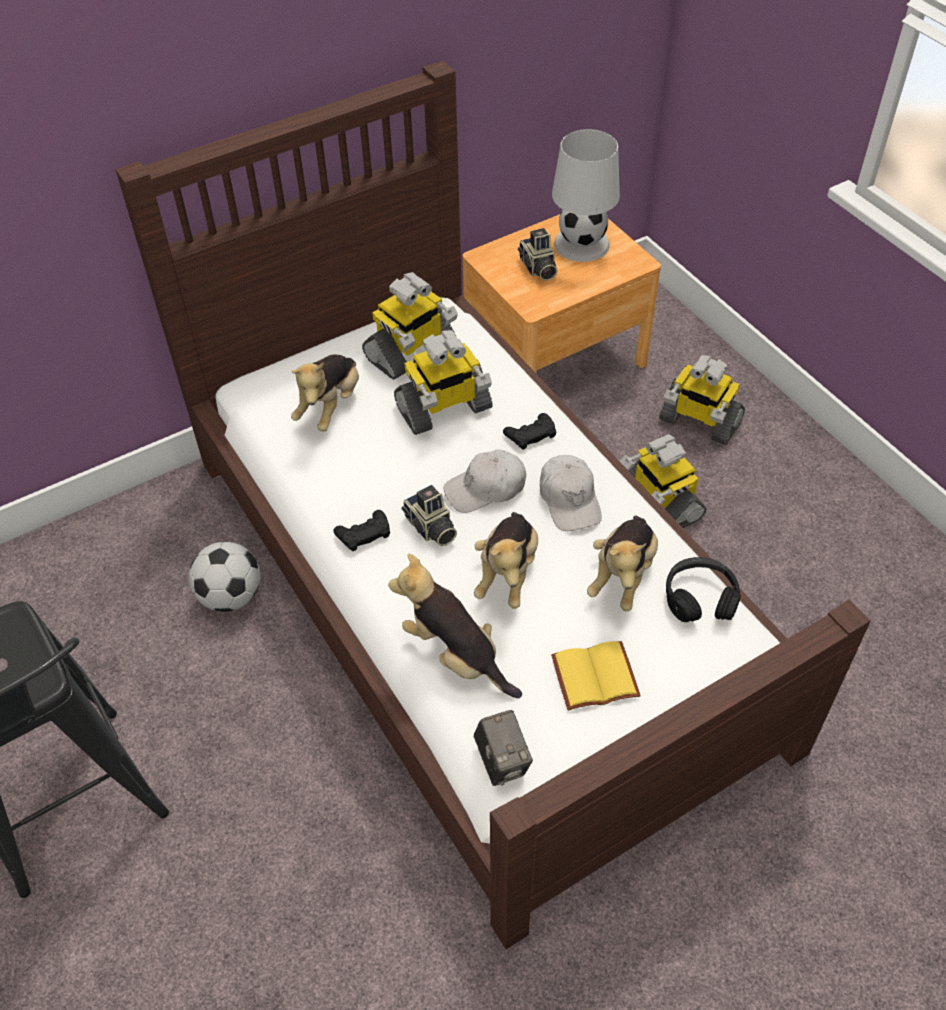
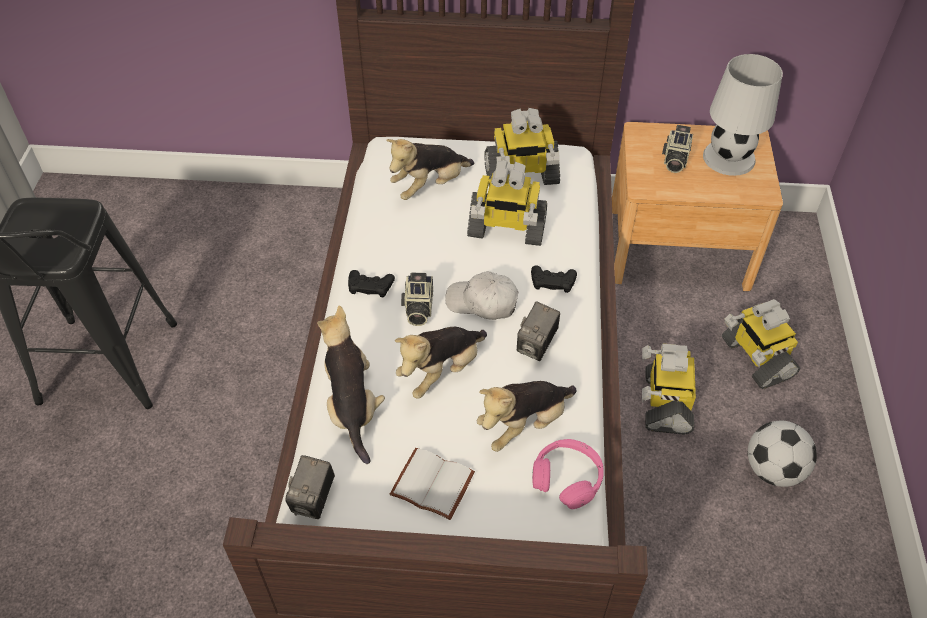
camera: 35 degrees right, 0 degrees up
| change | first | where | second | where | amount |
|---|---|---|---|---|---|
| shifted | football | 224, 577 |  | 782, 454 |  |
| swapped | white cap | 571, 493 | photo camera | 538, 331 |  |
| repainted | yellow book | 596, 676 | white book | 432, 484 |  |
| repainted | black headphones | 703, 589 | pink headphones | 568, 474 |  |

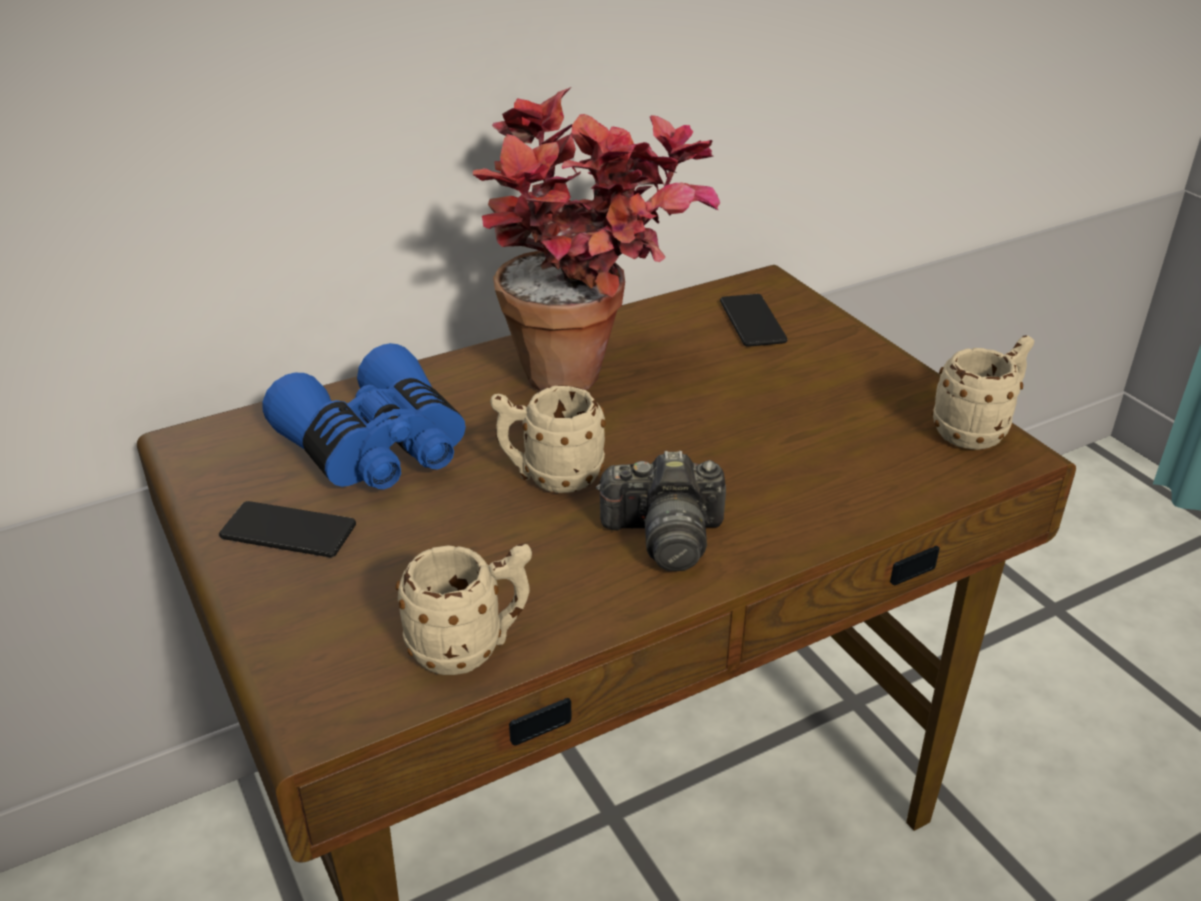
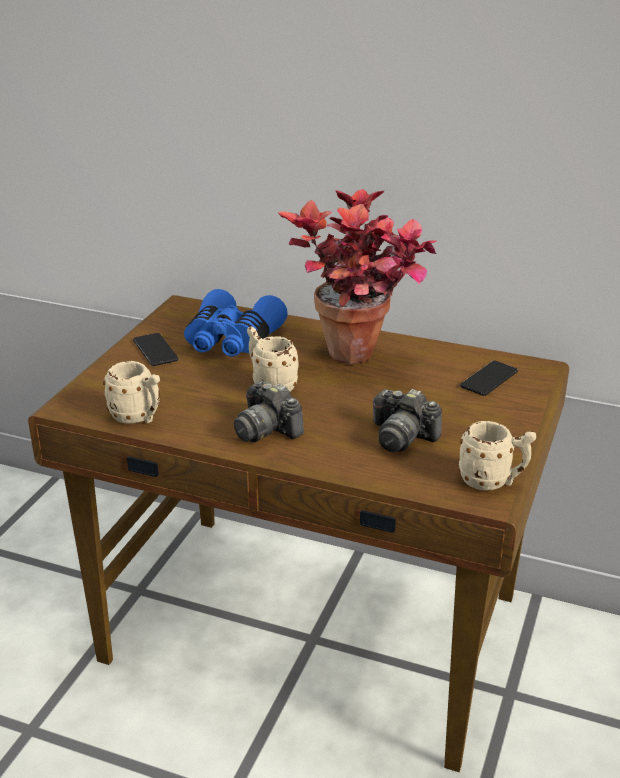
camera: 50 degrees right, 5 degrees down
| change | first | where | second | where | amount |
|---|---|---|---|---|---|
| new |  |  | photo camera | 407, 420 |  |

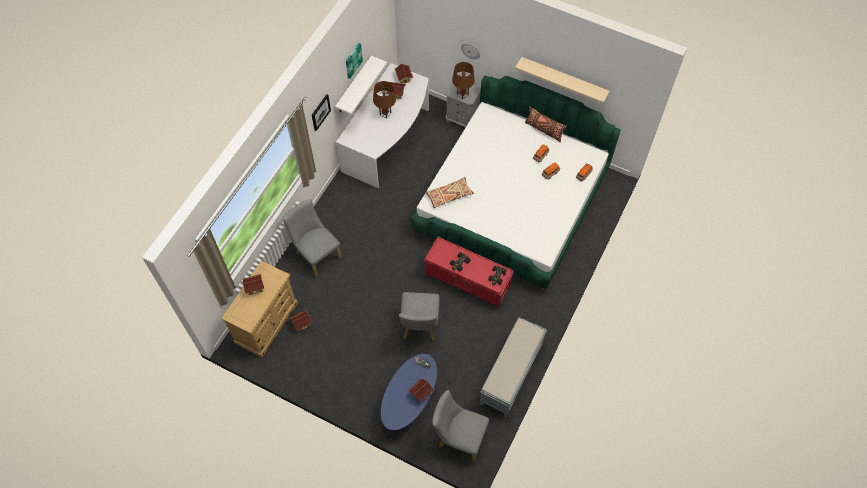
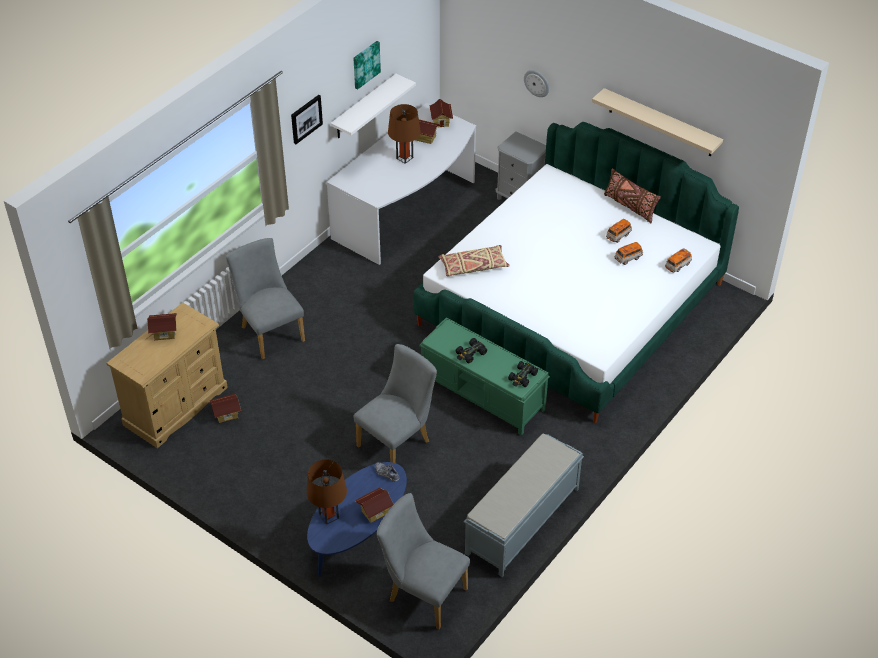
camera: 10 degrees right, 15 degrees down
| change | first | where | second | where | amount |
|---|---|---|---|---|---|
| shifted | brown table lamp | 463, 80 |  | 326, 492 |  |
| repainted | red bench | 469, 273 | green bench | 484, 376 |  |
| rotated | grey chair | 419, 316 |  | 395, 403 | 150 degrees counterclockwise |

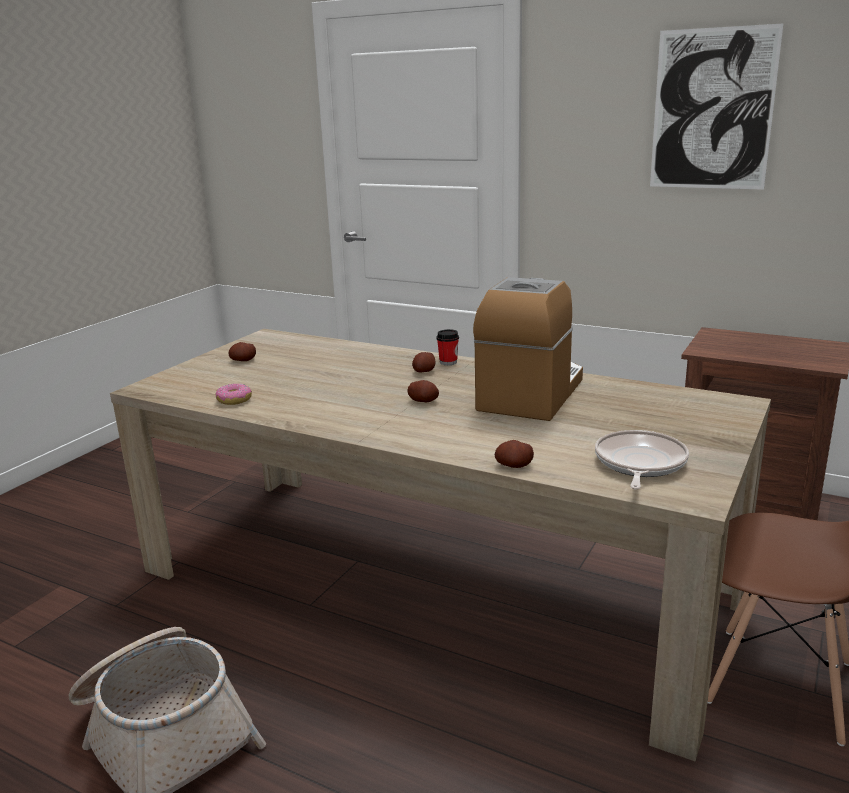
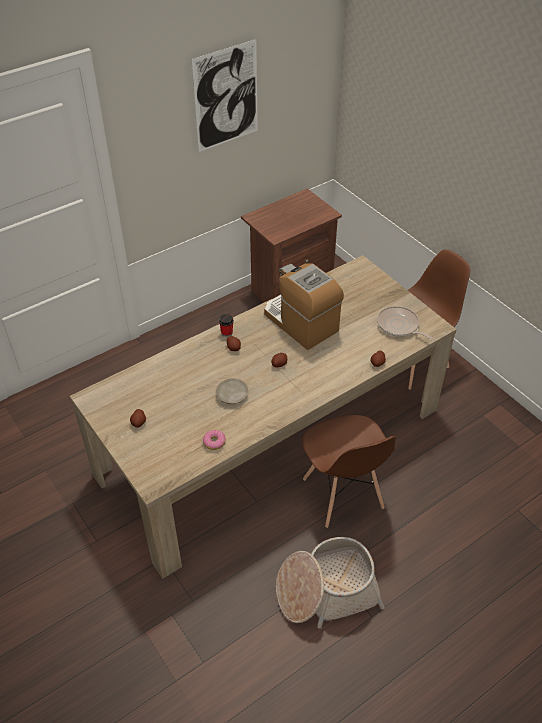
camera: 65 degrees left, 25 degrees up
| change | first | where | second | where | amount |
|---|---|---|---|---|---|
| new |  |  | beige plate | 232, 391 |  |
| new |  |  | brown chair | 349, 471 |  |

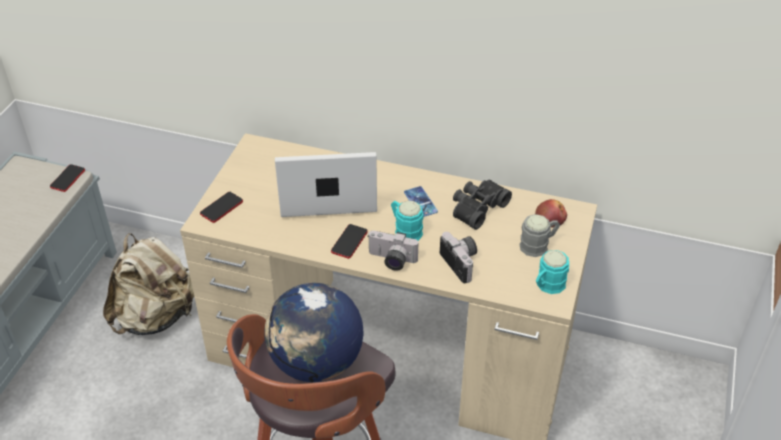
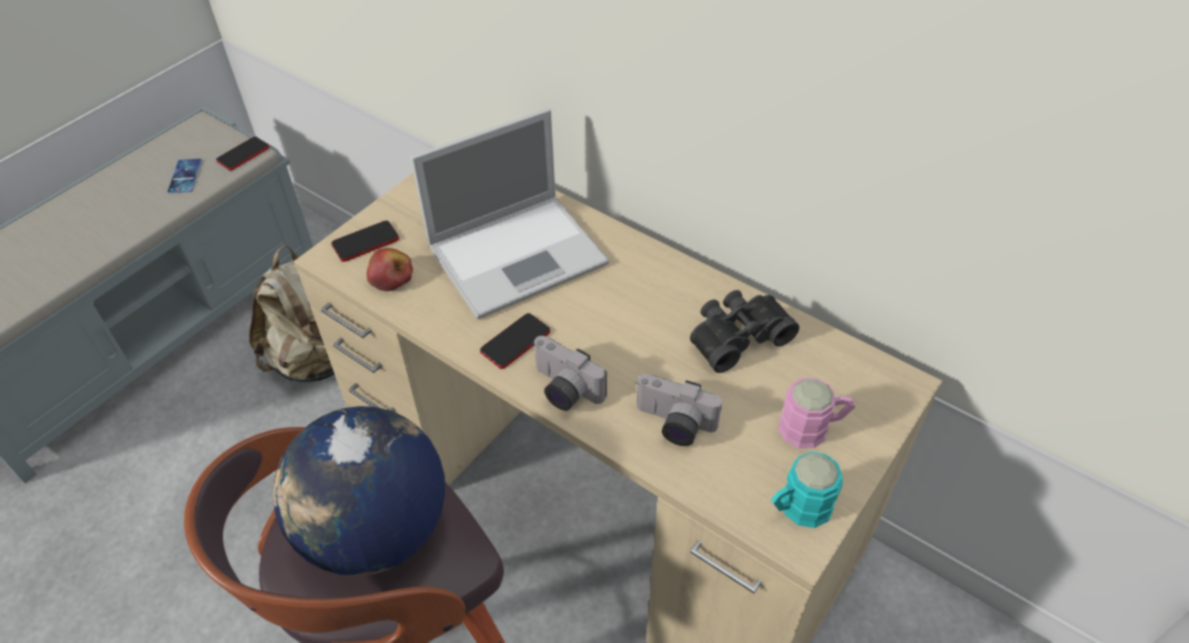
camera: 20 degrees right, 5 degrees up
| change | first | where | second | where | amount |
|---|---|---|---|---|---|
| gone | turquoise mug | 407, 221 |  |  |  |
| shifted | phone | 421, 201 |  | 184, 176 |  |
| shifted | apple | 551, 213 |  | 389, 269 |  |
| repainted | grey mug | 539, 235 | pink mug | 816, 412 |  |
| rotated | laptop | 326, 184 |  | 510, 213 | 135 degrees clockwise |
| rotated | photo camera | 458, 257 |  | 679, 410 | 120 degrees clockwise |

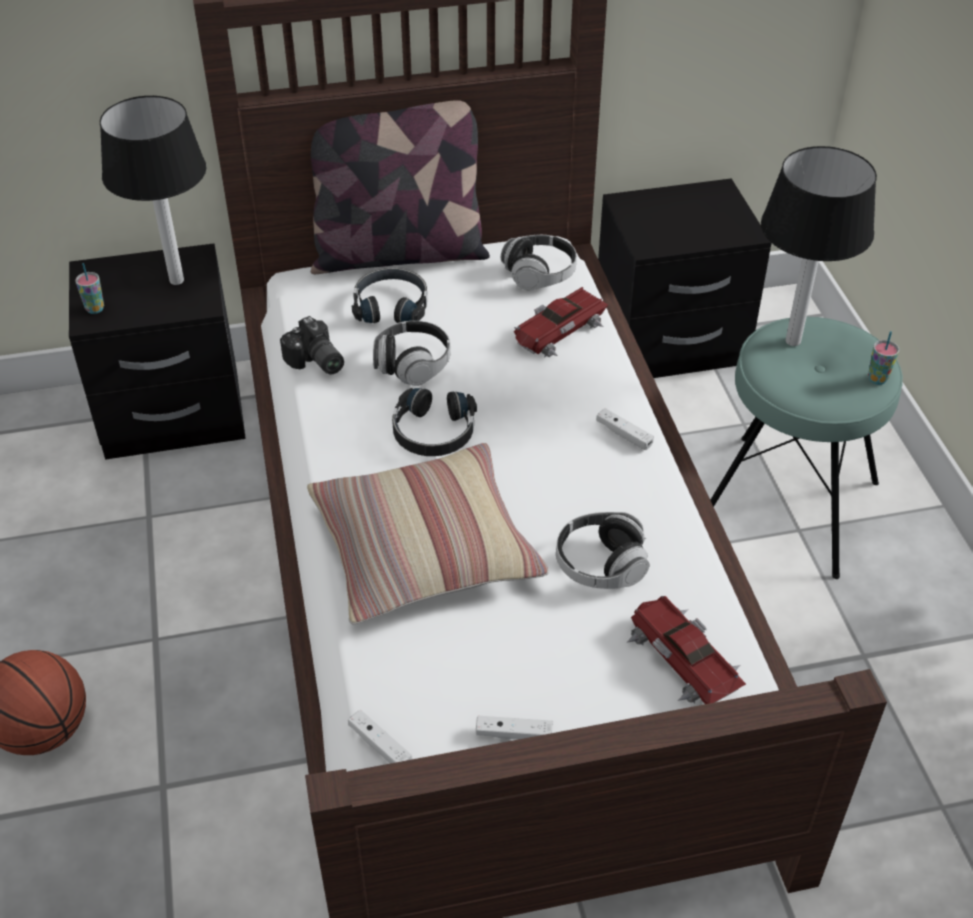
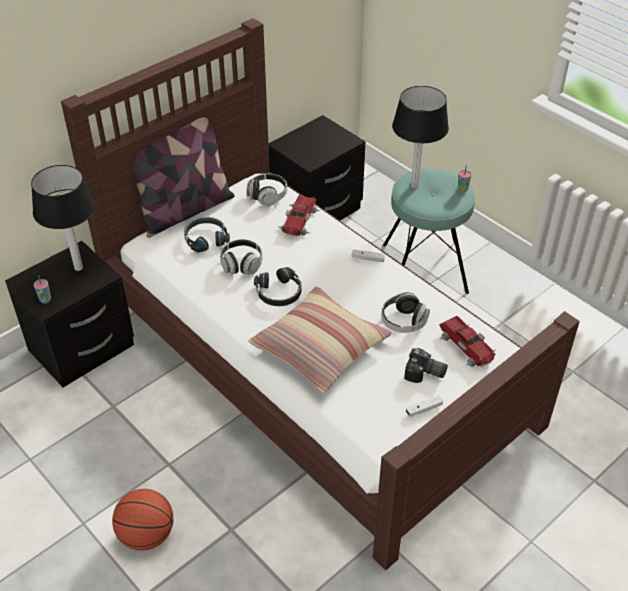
camera: 30 degrees left, 0 degrees up
| change | first | where | second | where | amount |
|---|---|---|---|---|---|
| gone | white game controller | 380, 736 |  |  |  |
| shifted | photo camera | 312, 345 |  | 426, 365 |  |
| rotated | toy car | 686, 650 |  | 467, 341 | 150 degrees counterclockwise |

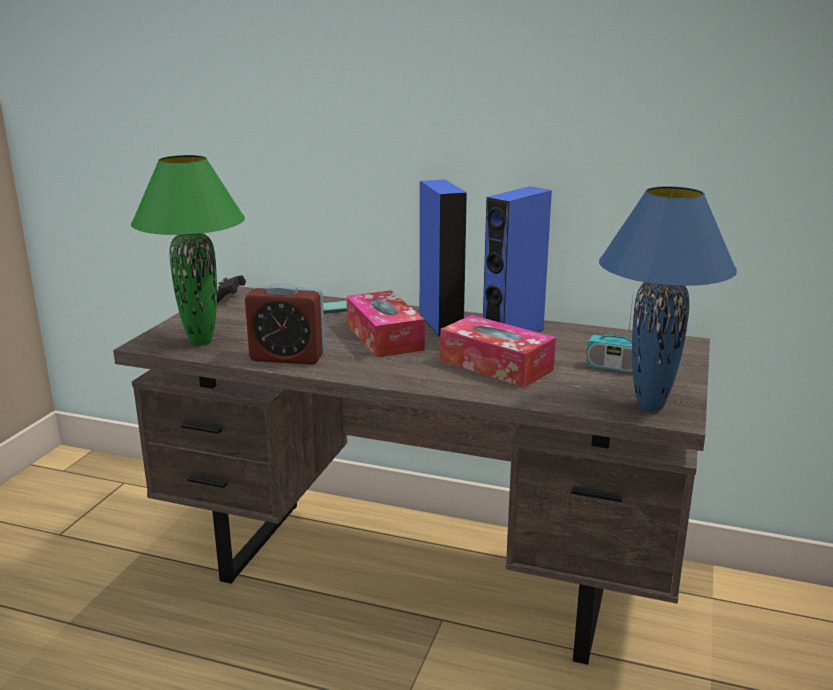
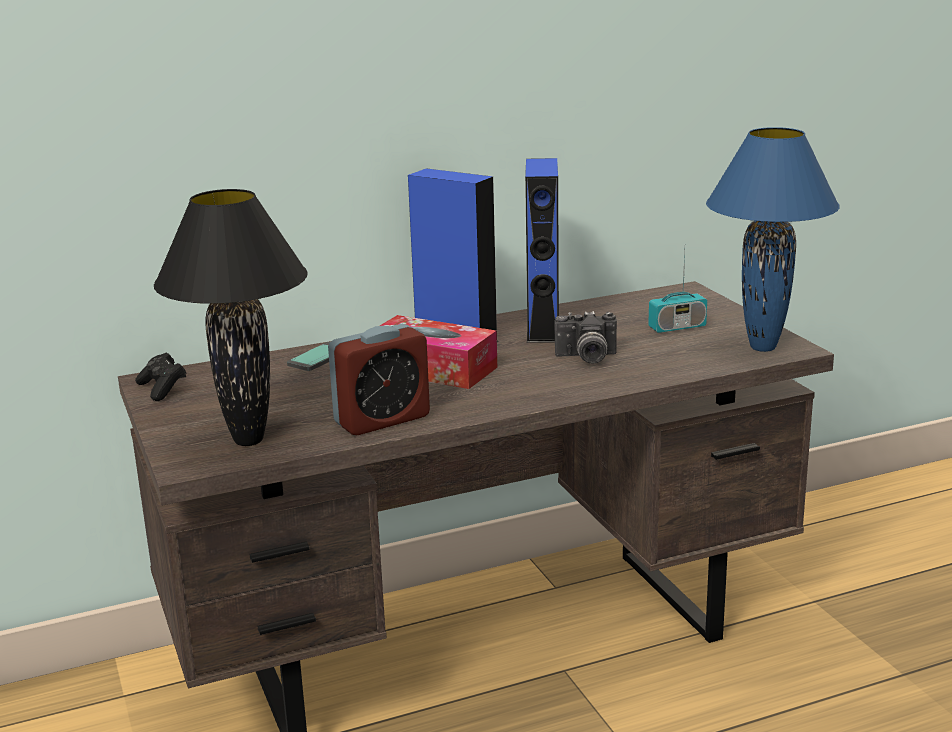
camera: 40 degrees left, 0 degrees up
| change | first | where | second | where | amount |
|---|---|---|---|---|---|
| swapped | tissue box | 498, 351 | photo camera | 585, 337 |  |
| repainted | green table lamp | 188, 250 | black table lamp | 231, 317 |  |

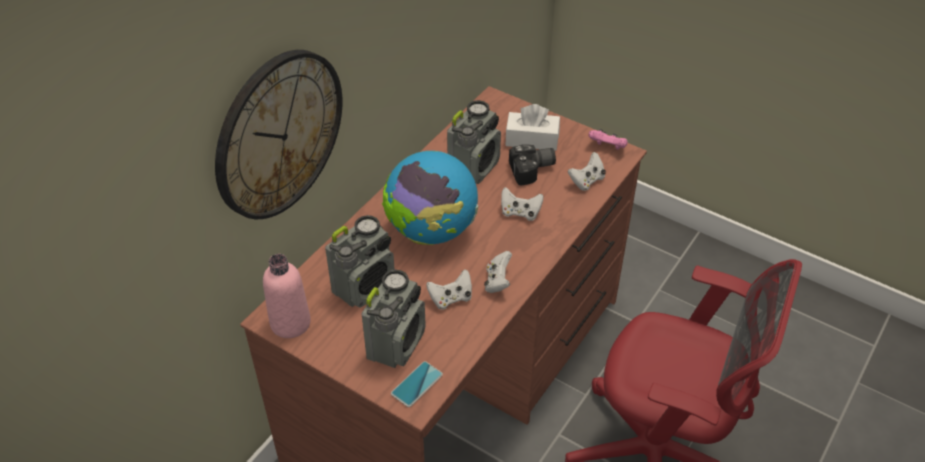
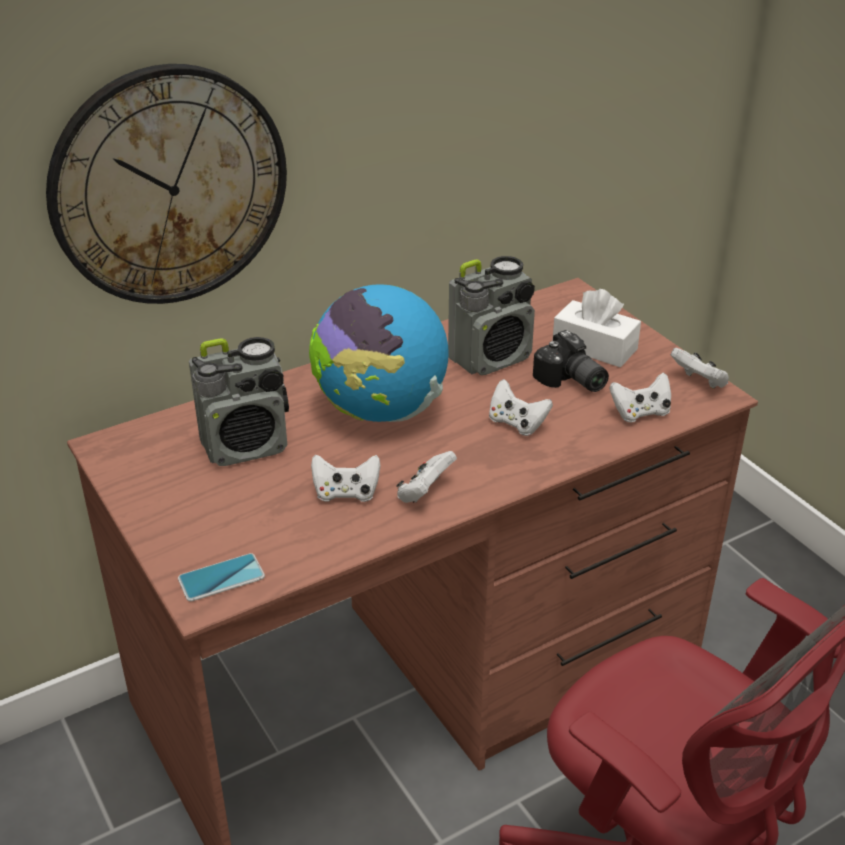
camera: 25 degrees right, 10 degrees down
| change | first | where | second | where | amount |
|---|---|---|---|---|---|
| gone | pink bottle | 287, 296 |  |  |  |
| gone | radio | 393, 319 |  |  |  |
| repainted | pink game controller | 608, 139 | white game controller | 700, 368 |  |
| rotated | photo camera | 532, 164 |  | 571, 361 | 45 degrees clockwise |

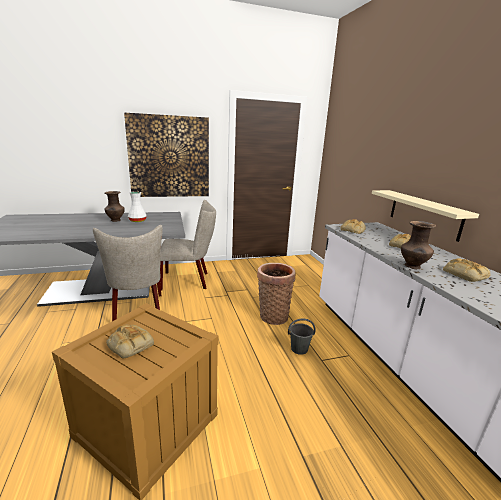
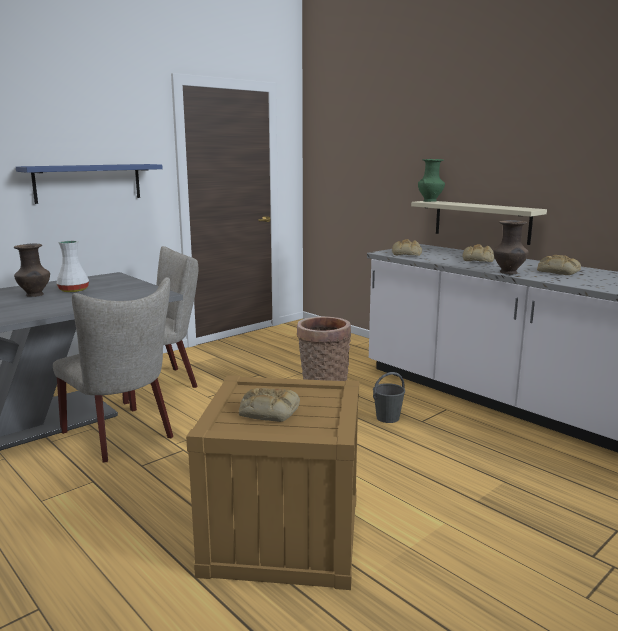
camera: 25 degrees left, 5 degrees down
| change | first | where | second | where | amount |
|---|---|---|---|---|---|
| new |  |  | green vase | 431, 180 |  |
| swapped | picture | 166, 155 | blue shelf | 89, 184 |  |

